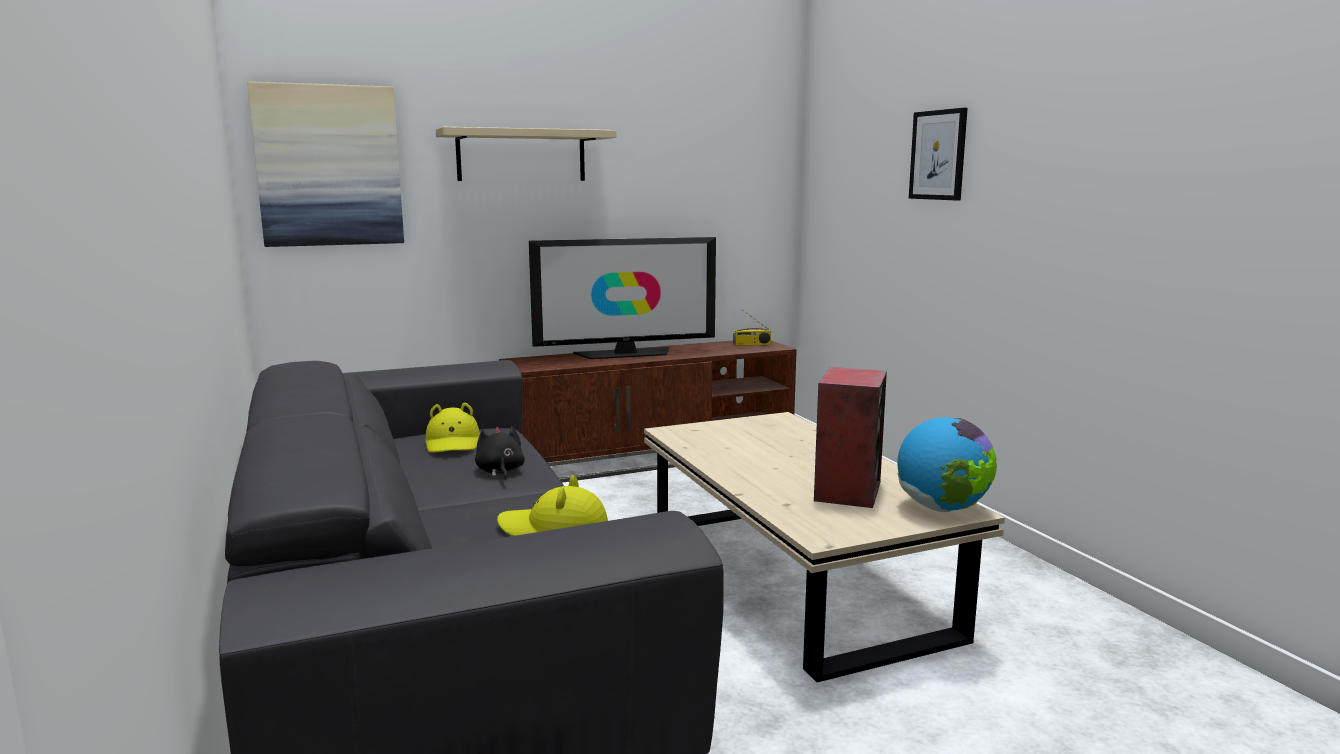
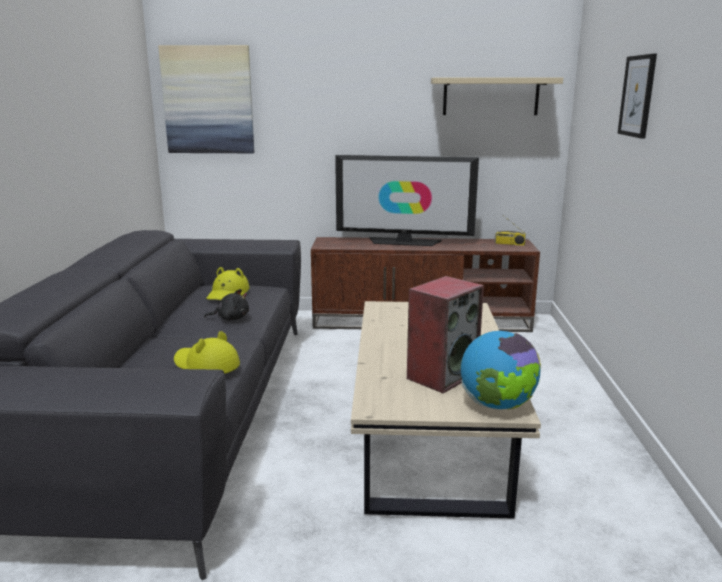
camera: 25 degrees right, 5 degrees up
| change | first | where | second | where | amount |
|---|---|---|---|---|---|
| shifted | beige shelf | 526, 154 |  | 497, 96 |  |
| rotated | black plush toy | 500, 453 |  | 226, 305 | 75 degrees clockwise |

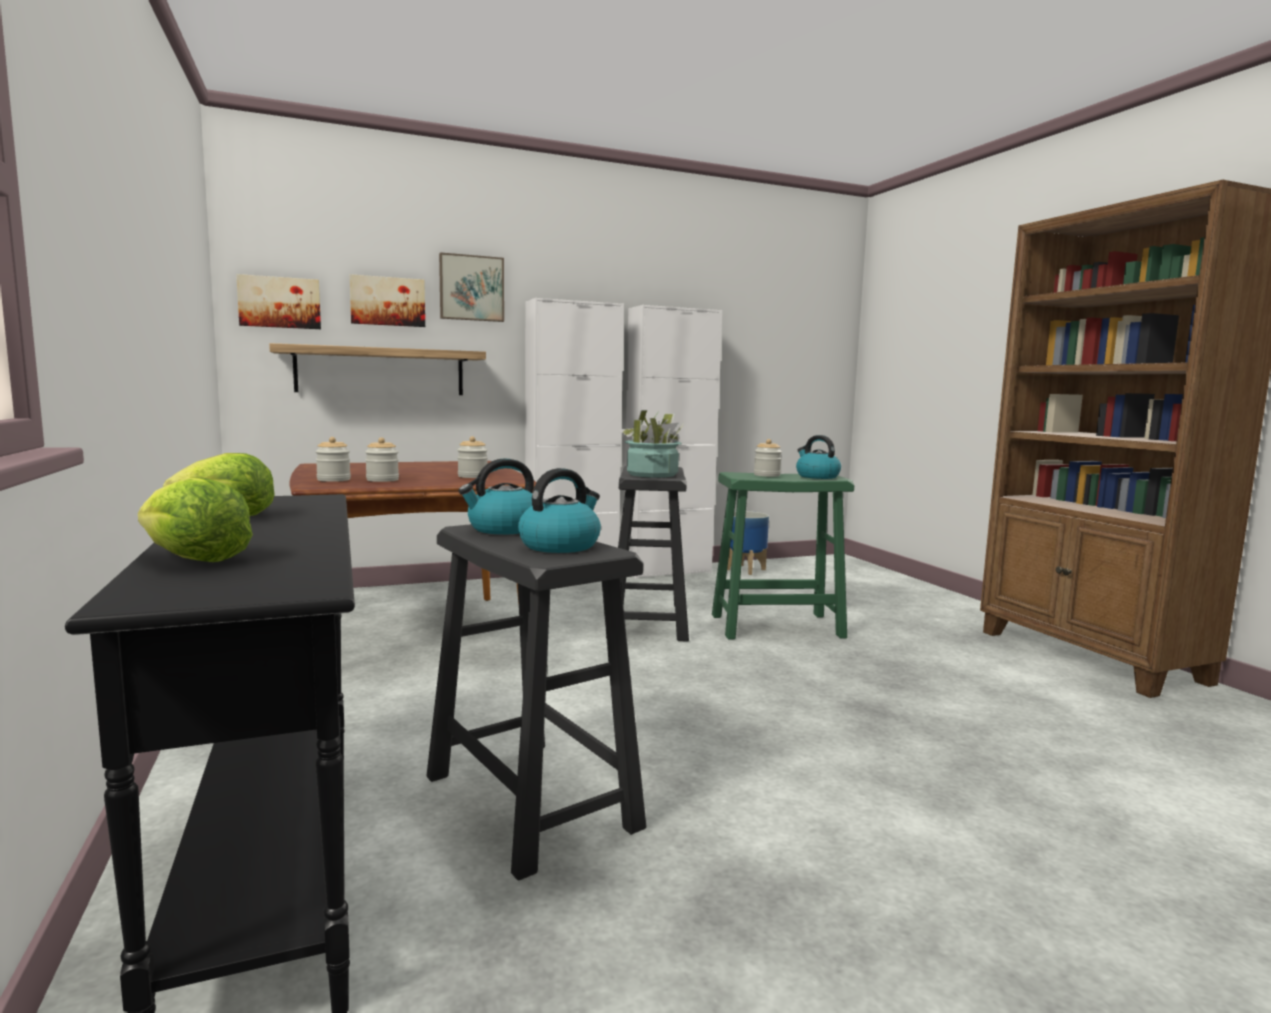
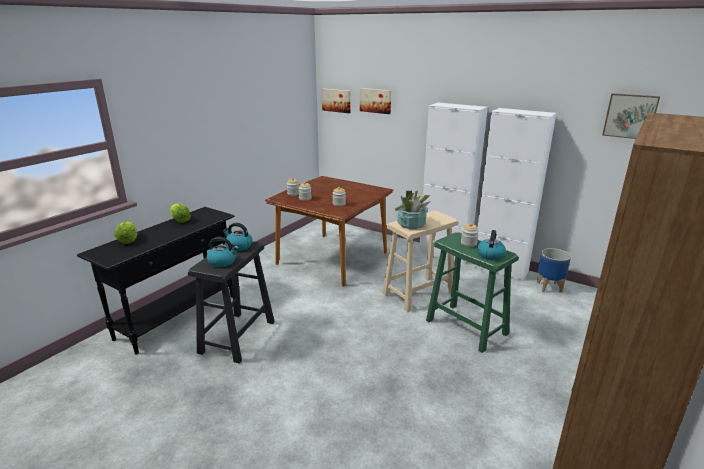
camera: 55 degrees right, 15 degrees up
| change | first | where | second | where | amount |
|---|---|---|---|---|---|
| gone | shelf | 377, 369 |  |  |  |
| shifted | picture | 471, 287 |  | 631, 116 |  |
| repainted | black stool | 653, 554 | beige stool | 420, 261 |  |

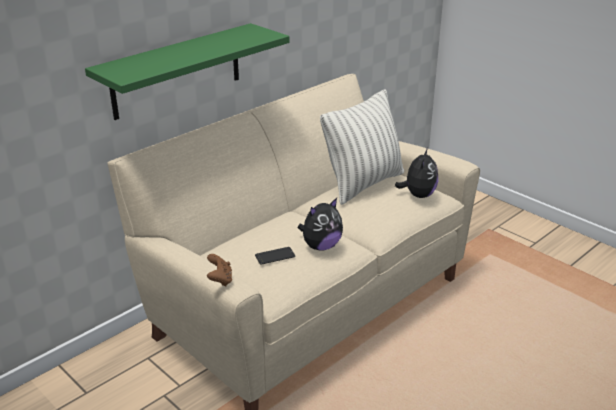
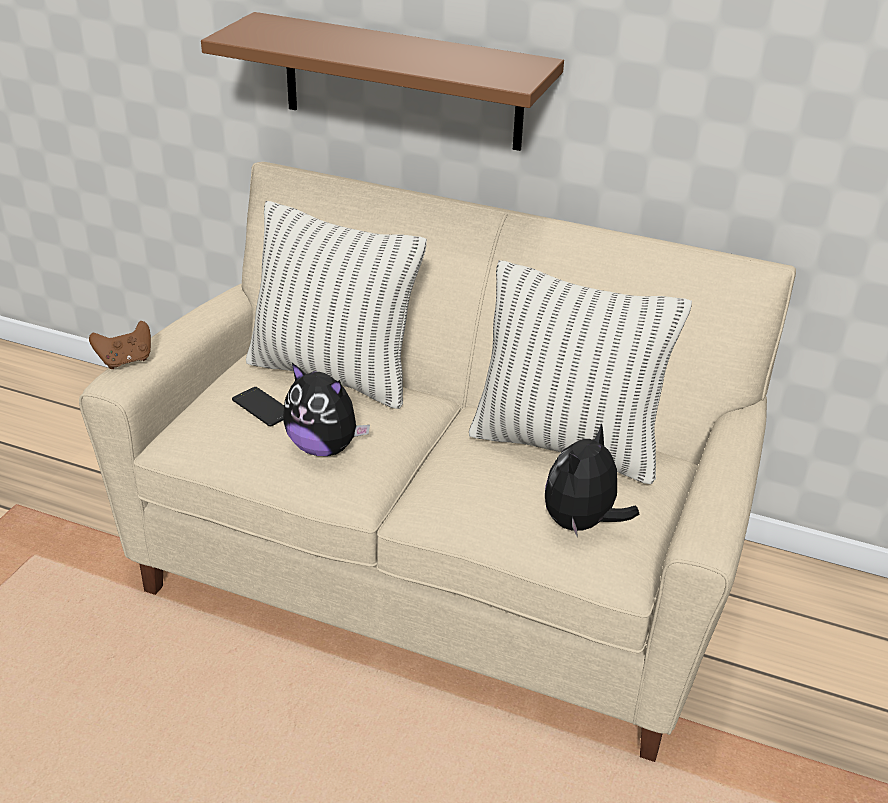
camera: 65 degrees right, 5 degrees up
| change | first | where | second | where | amount |
|---|---|---|---|---|---|
| new |  |  | pillow | 336, 305 |  |
| repainted | green shelf | 187, 71 | brown shelf | 382, 81 |  |
| rotated | plush toy | 416, 173 |  | 592, 480 | 135 degrees clockwise |

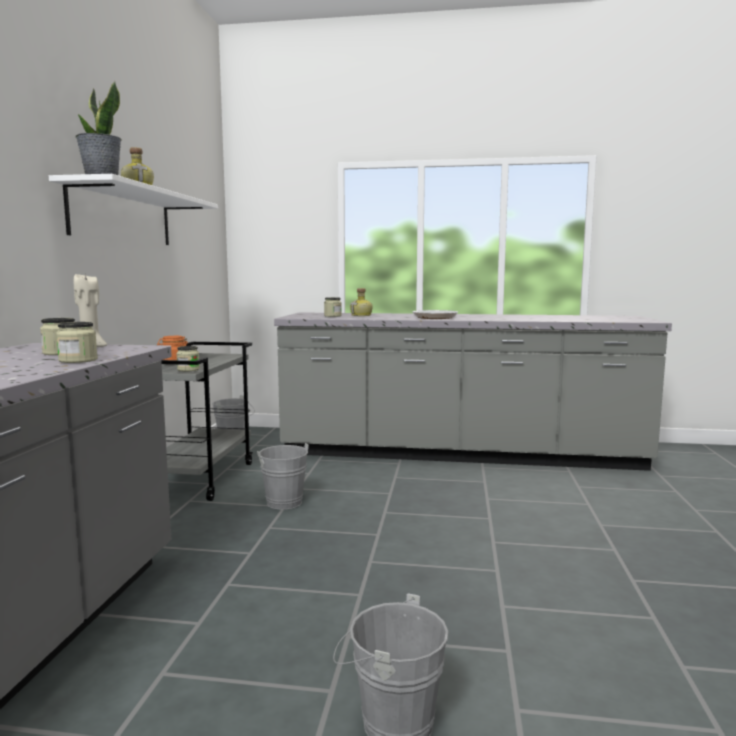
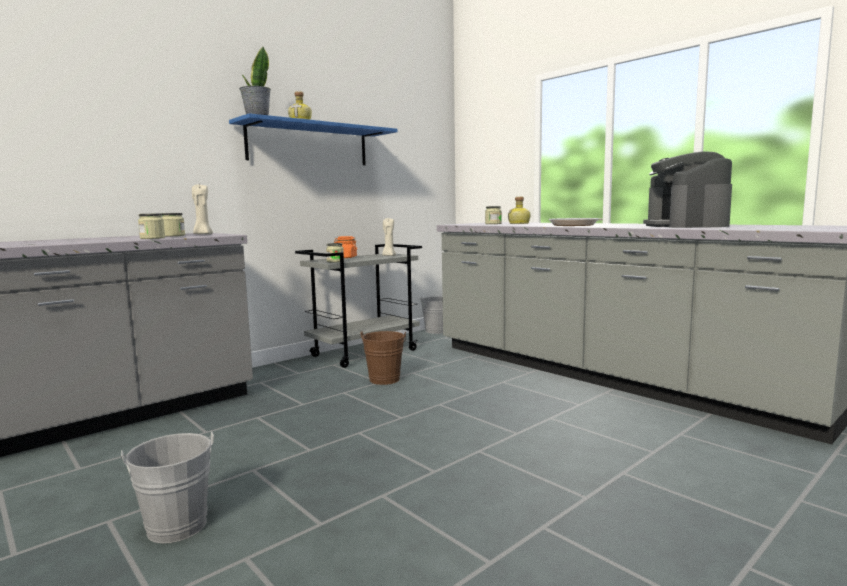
camera: 40 degrees right, 0 degrees up
| change | first | where | second | where | amount |
|---|---|---|---|---|---|
| new |  |  | beige candle | 389, 237 |  |
| new |  |  | coffee machine | 687, 189 |  |
| repainted | white shelf | 133, 209 | blue shelf | 313, 139 |  |
| repainted | grey bucket | 282, 476 | brown bucket | 383, 358 |  |

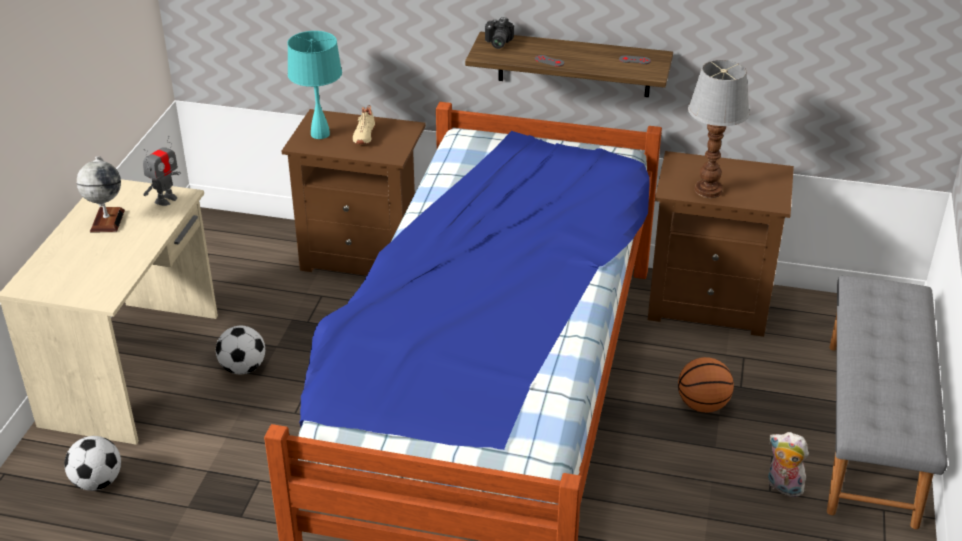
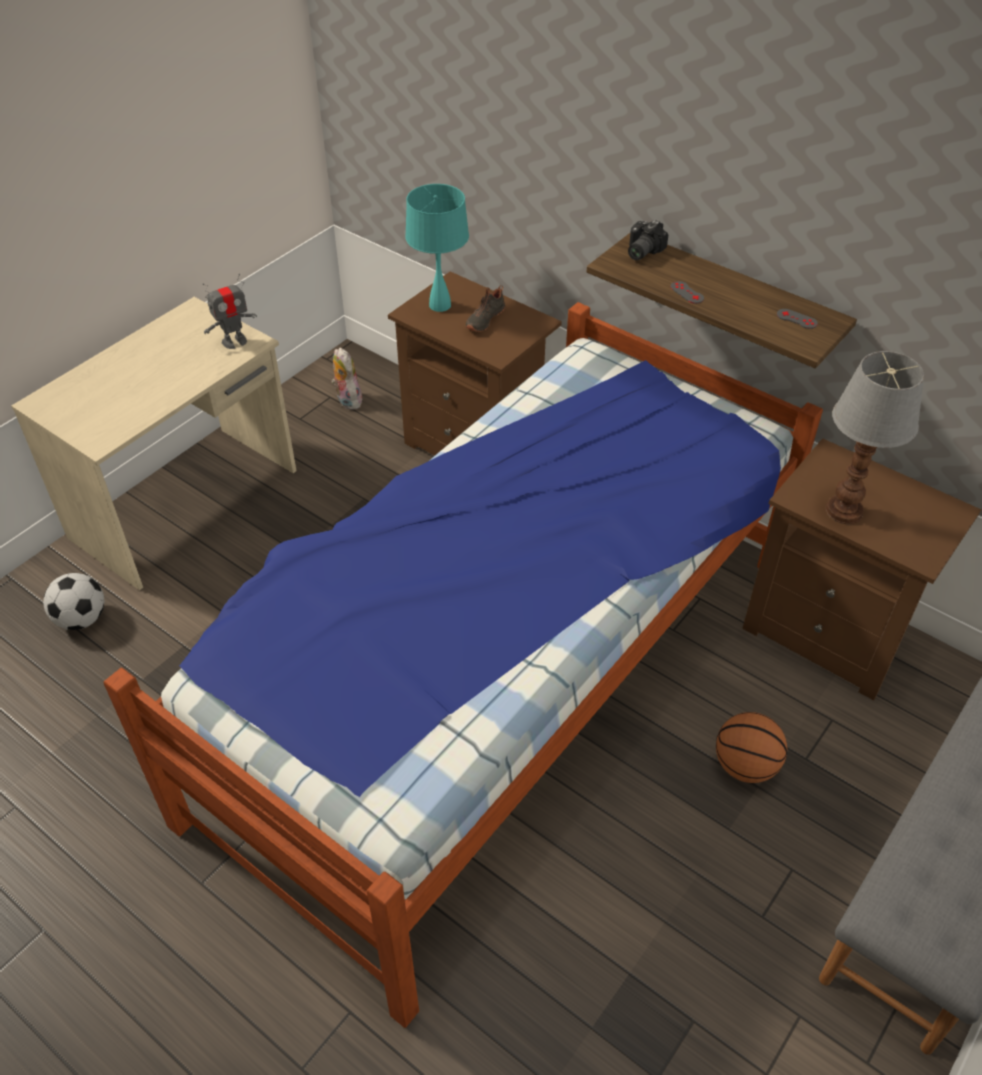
camera: 25 degrees right, 10 degrees up
| change | first | where | second | where | amount |
|---|---|---|---|---|---|
| gone | globe | 101, 194 |  |  |  |
| gone | football | 240, 350 |  |  |  |
| shifted | plush toy | 788, 464 |  | 347, 379 |  |
| repainted | beige shoe | 364, 124 | black shoe | 485, 308 |  |

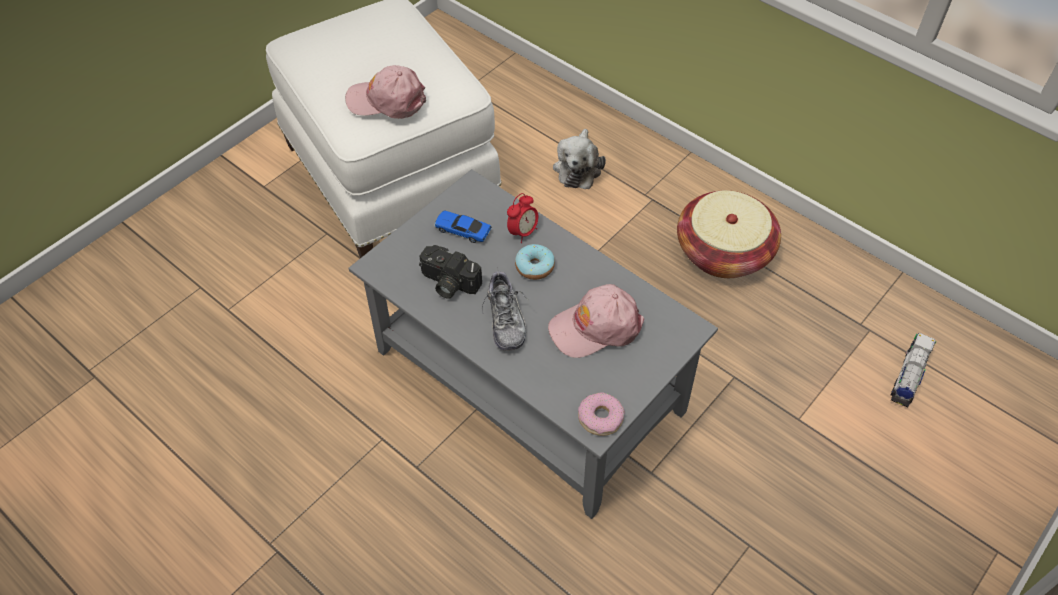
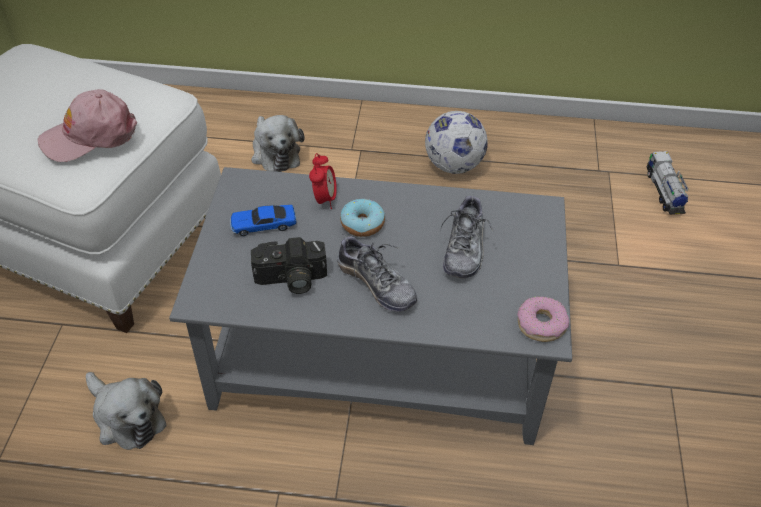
camera: 35 degrees left, 5 degrees down
| change | first | where | second | where | amount |
|---|---|---|---|---|---|
| new |  |  | plush toy | 126, 411 |  |
| swapped | pink cap | 596, 321 | shoe | 466, 235 |  |
| swapped | basket | 729, 234 | football | 456, 142 |  |

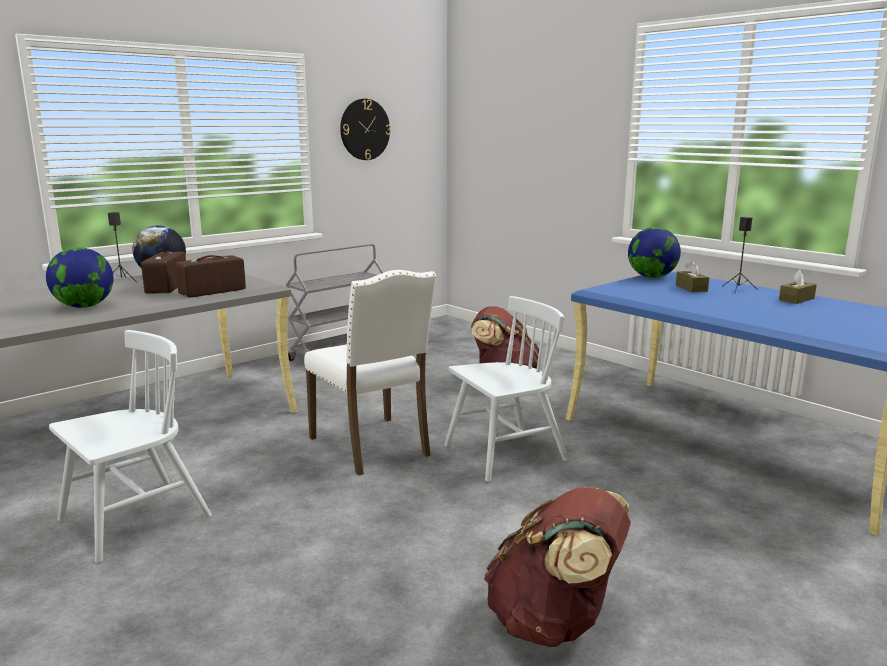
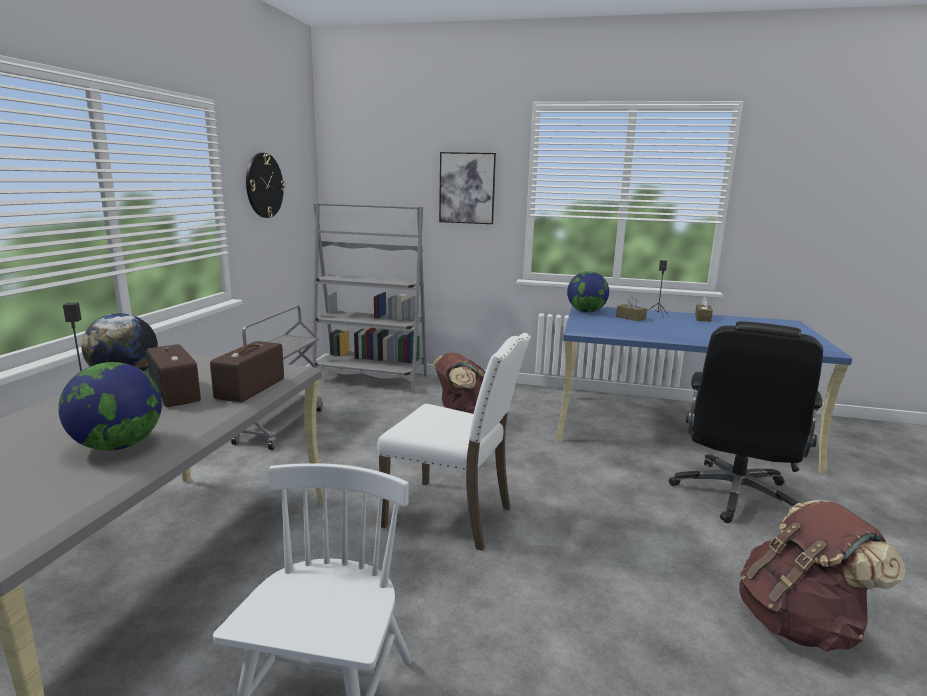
camera: 35 degrees left, 0 degrees up
| change | first | where | second | where | amount |
|---|---|---|---|---|---|
| gone | white chair | 506, 389 |  |  |  |
| new |  |  | grey bookcase | 369, 298 |  |
| new |  |  | picture | 467, 188 |  |
| new |  |  | black office chair | 746, 422 |  |

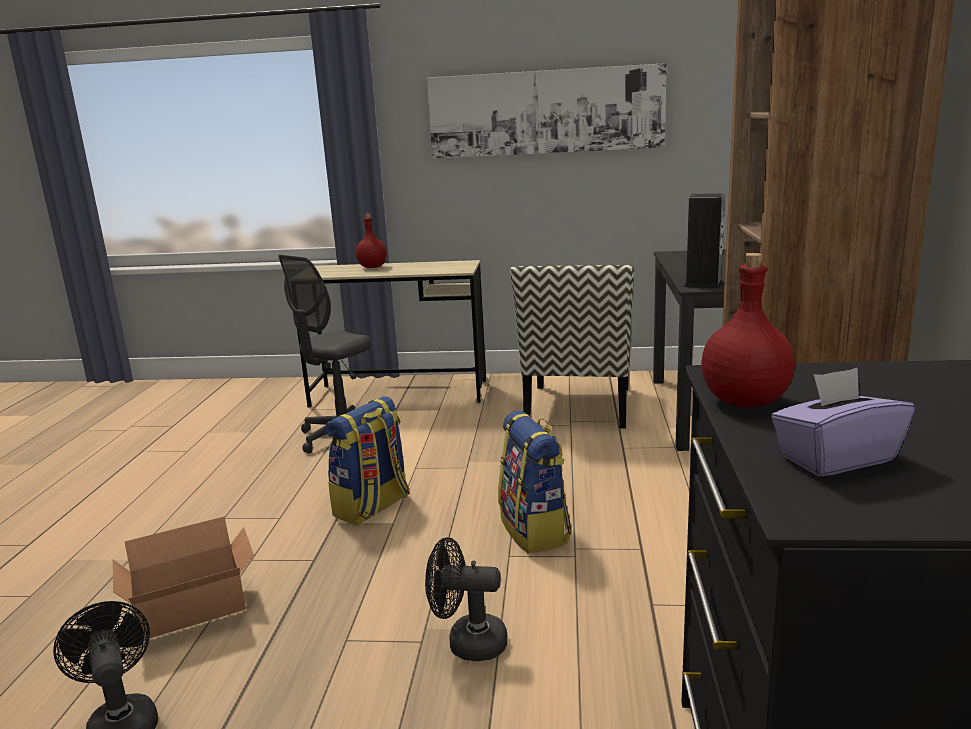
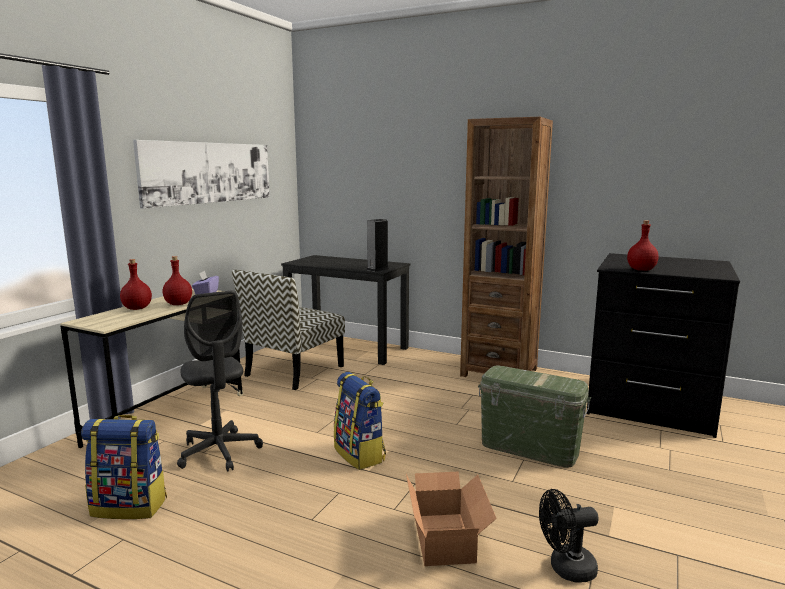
camera: 70 degrees left, 5 degrees down
| change | first | where | second | where | amount |
|---|---|---|---|---|---|
| new |  |  | red bottle | 177, 280 |  |
| shifted | backpack | 534, 482 |  | 124, 467 |  |
| shifted | purple tissue box | 843, 422 |  | 205, 283 |  |
| swapped | black fan | 466, 599 | green storage box | 534, 416 |  |
| rotated | chair | 572, 347 |  | 288, 330 | 90 degrees clockwise |

